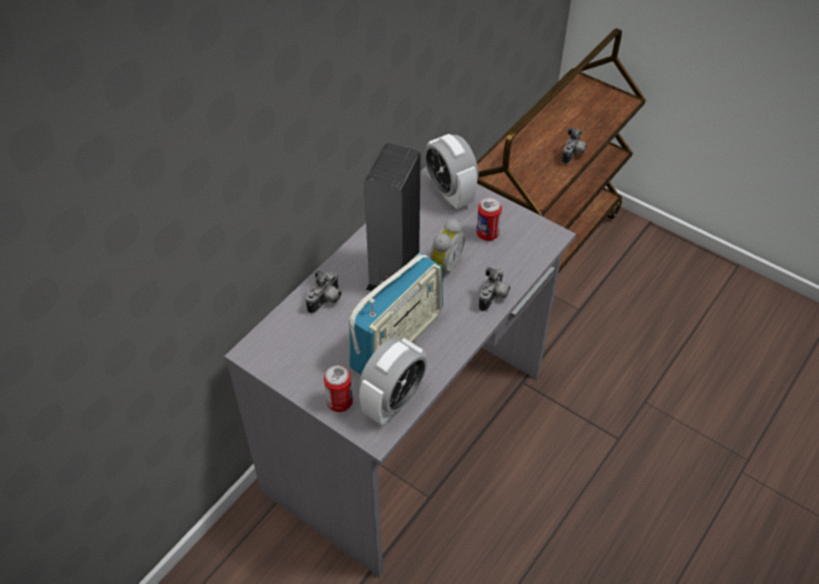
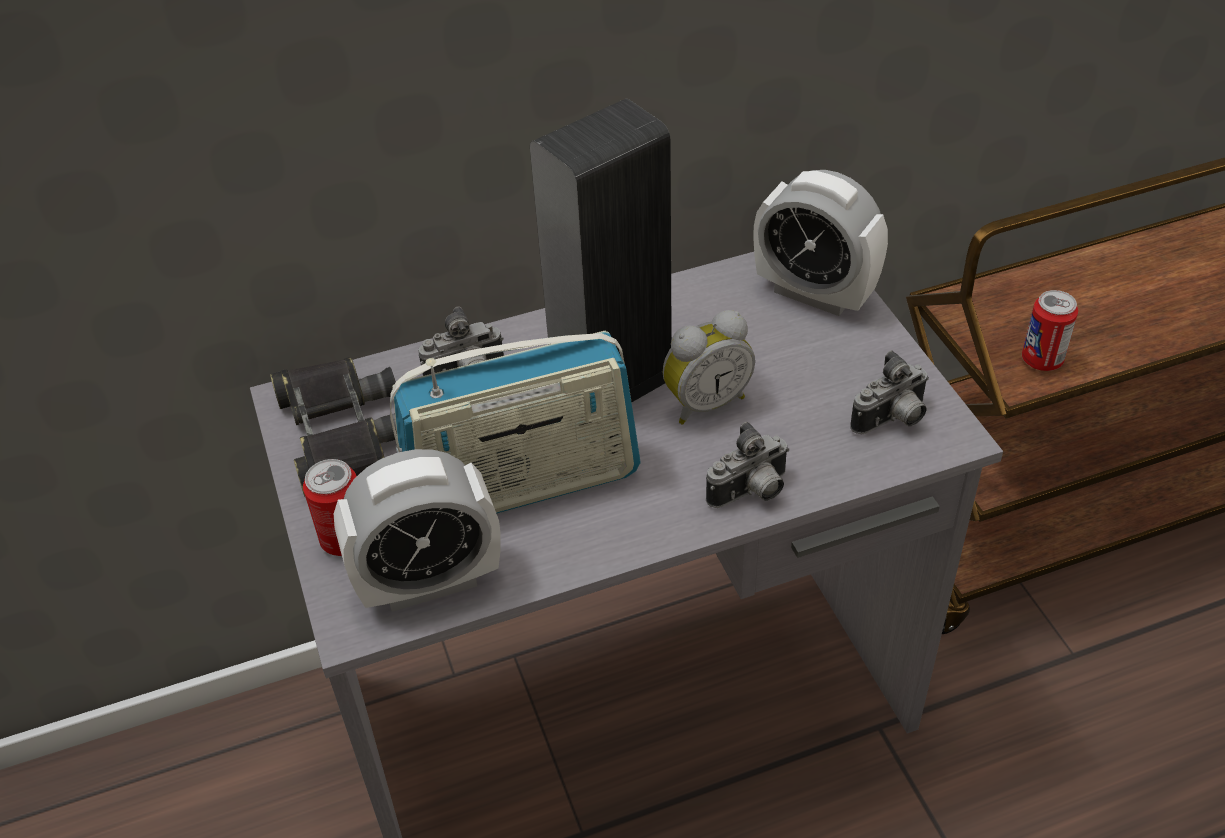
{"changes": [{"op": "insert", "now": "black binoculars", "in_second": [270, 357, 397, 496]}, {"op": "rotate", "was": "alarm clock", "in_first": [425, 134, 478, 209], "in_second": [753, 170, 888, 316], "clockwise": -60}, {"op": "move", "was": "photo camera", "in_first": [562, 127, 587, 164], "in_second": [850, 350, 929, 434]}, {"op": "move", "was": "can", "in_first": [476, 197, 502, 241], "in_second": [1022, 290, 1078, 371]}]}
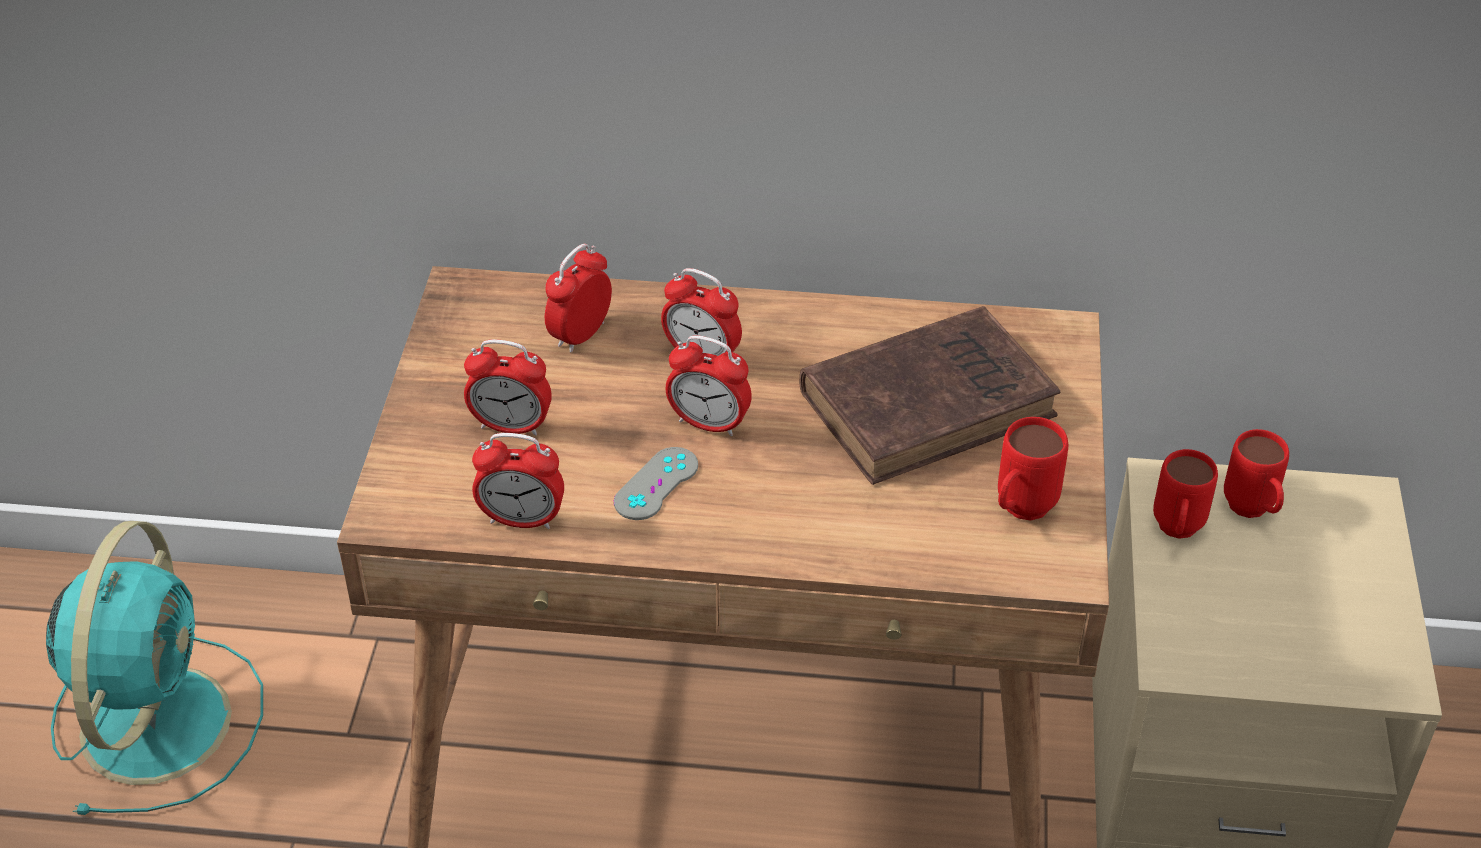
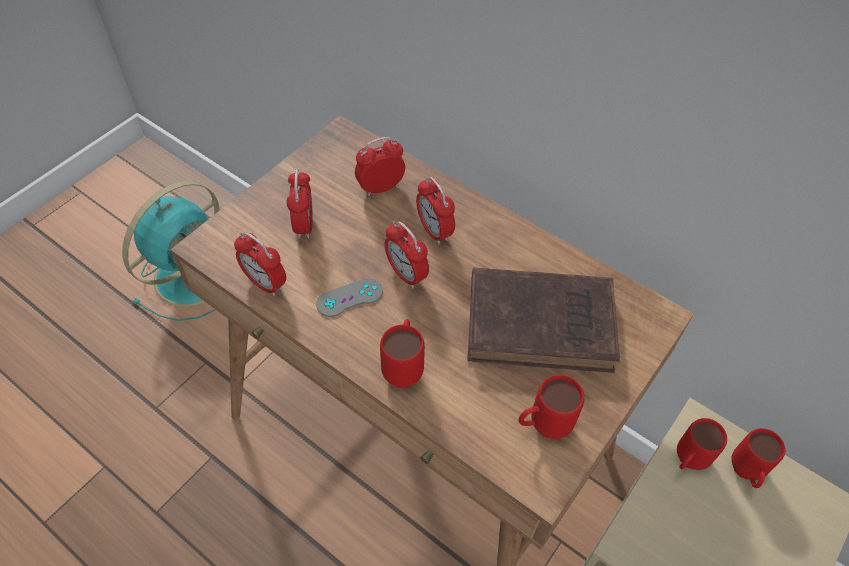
{"changes": [{"op": "rotate", "was": "alarm clock", "in_first": [464, 339, 552, 436], "in_second": [286, 169, 313, 239], "clockwise": -135}, {"op": "insert", "now": "red mug", "in_second": [380, 319, 425, 388]}]}
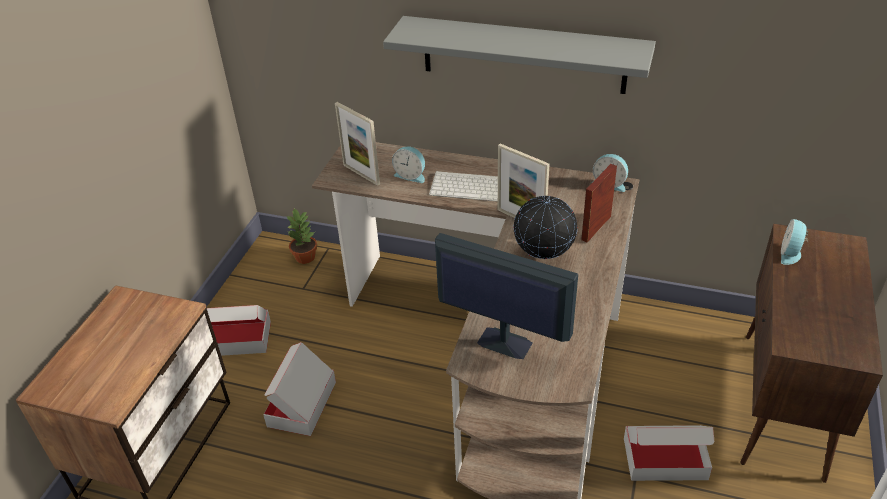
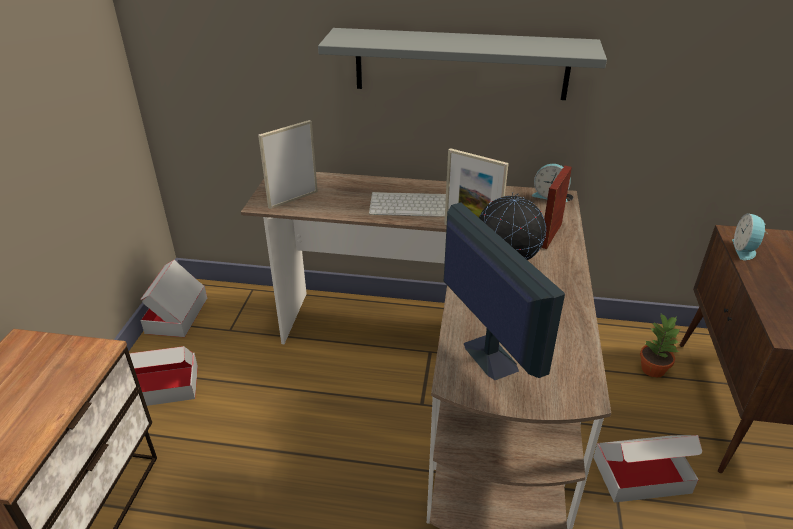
{"changes": [{"op": "move", "was": "cardboard box", "in_first": [264, 342, 336, 436], "in_second": [140, 260, 207, 337]}, {"op": "rotate", "was": "picture frame", "in_first": [335, 102, 380, 186], "in_second": [258, 120, 318, 209], "clockwise": 105}, {"op": "rotate", "was": "monitor", "in_first": [435, 233, 578, 359], "in_second": [444, 203, 565, 380], "clockwise": 45}, {"op": "move", "was": "potted plant", "in_first": [287, 208, 317, 264], "in_second": [640, 314, 680, 378]}, {"op": "delete", "was": "alarm clock", "in_first": [392, 146, 425, 183]}]}
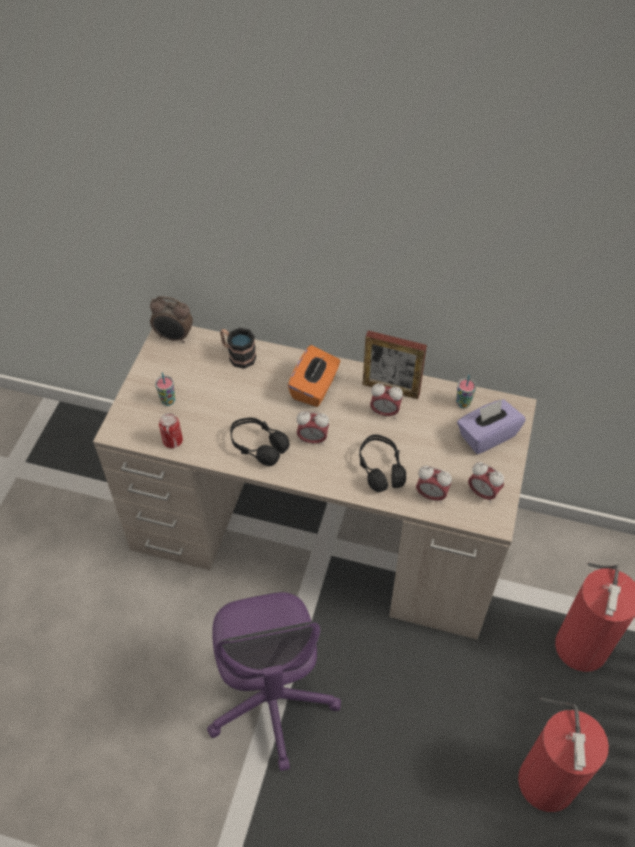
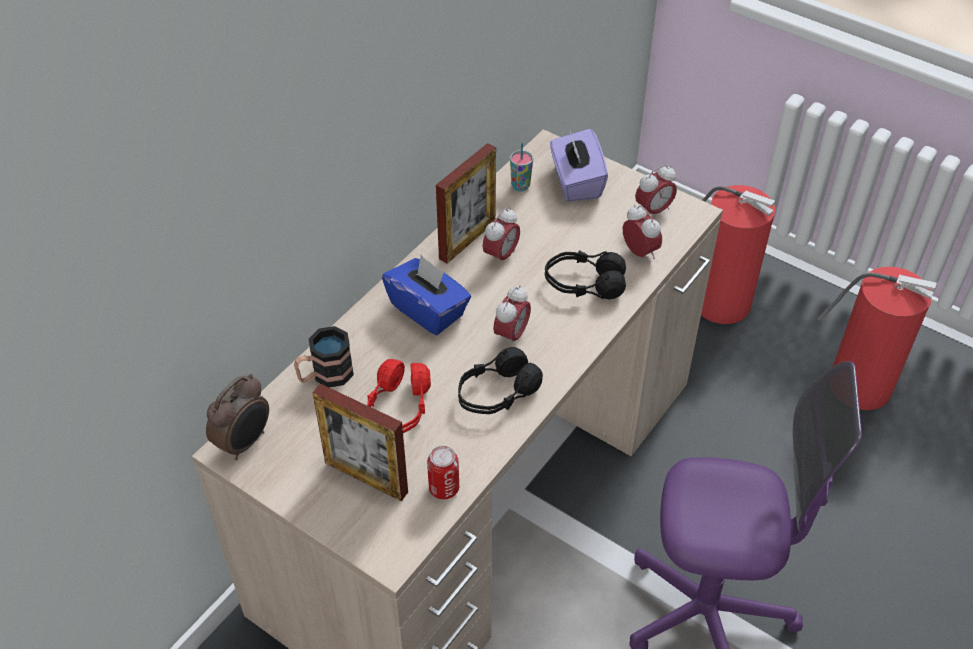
{"changes": [{"op": "replace", "was": "cup", "now": "picture frame", "in_first": [155, 372, 175, 406], "in_second": [312, 384, 408, 502]}, {"op": "insert", "now": "red headphones", "in_second": [367, 359, 431, 433]}, {"op": "recolor", "was": "orange tissue box", "now": "blue tissue box", "in_first": [288, 345, 340, 407], "in_second": [382, 255, 471, 335]}, {"op": "rotate", "was": "alarm clock", "in_first": [416, 466, 452, 504], "in_second": [623, 205, 662, 259], "clockwise": -75}]}
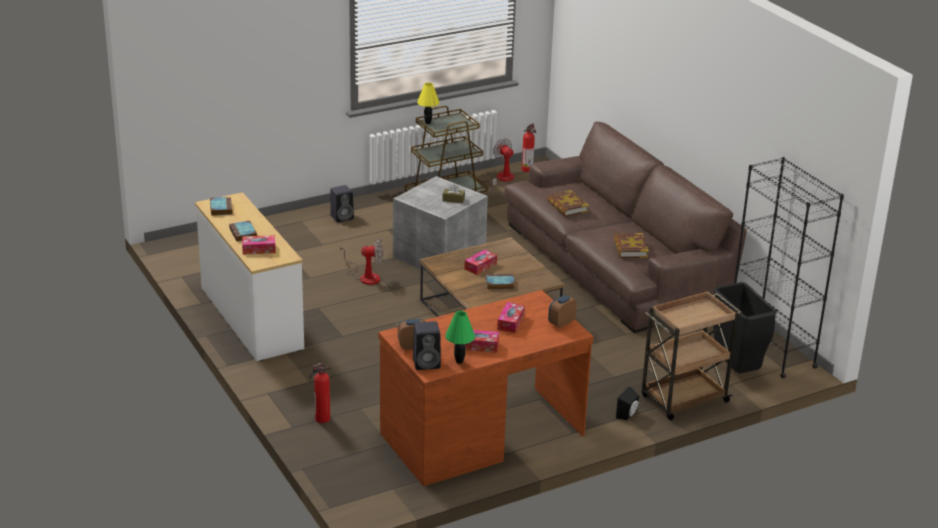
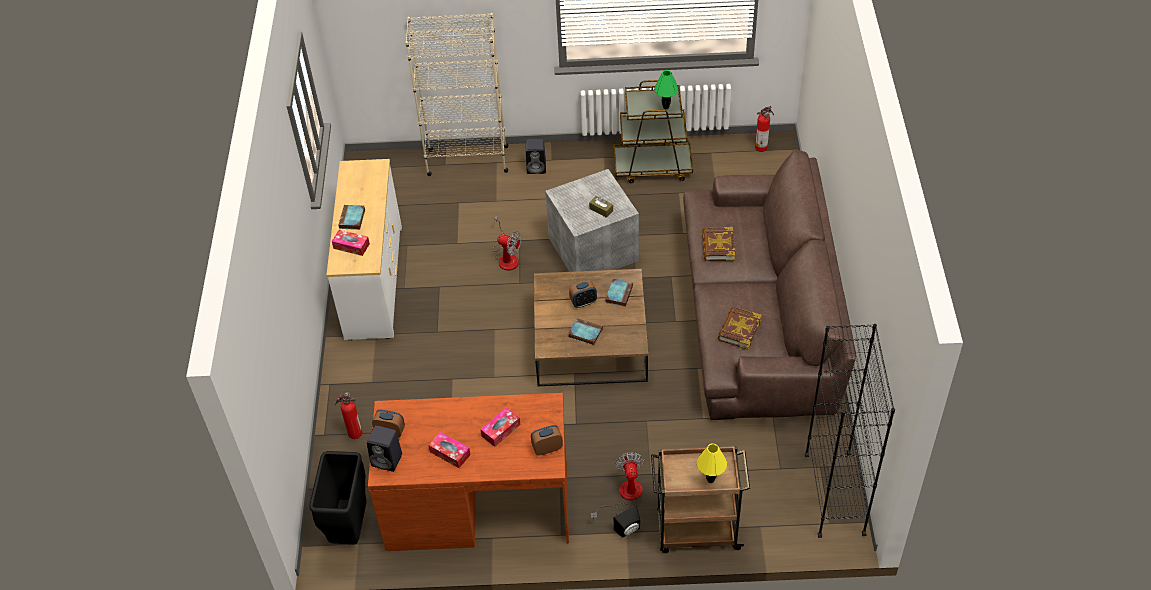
{"changes": [{"op": "move", "was": "black trash can", "in_first": [713, 282, 777, 373], "in_second": [309, 451, 367, 544]}, {"op": "insert", "now": "beige bookcase", "in_second": [405, 13, 508, 176]}, {"op": "replace", "was": "tissue box", "now": "alarm clock", "in_first": [465, 250, 497, 275], "in_second": [569, 280, 597, 308]}, {"op": "move", "was": "fan", "in_first": [490, 138, 514, 192], "in_second": [591, 452, 644, 519]}, {"op": "move", "was": "book", "in_first": [210, 197, 232, 216], "in_second": [605, 279, 633, 307]}, {"op": "move", "was": "green table lamp", "in_first": [445, 311, 475, 364], "in_second": [654, 70, 678, 109]}, {"op": "move", "was": "yellow table lamp", "in_first": [417, 83, 439, 124], "in_second": [697, 443, 727, 483]}]}
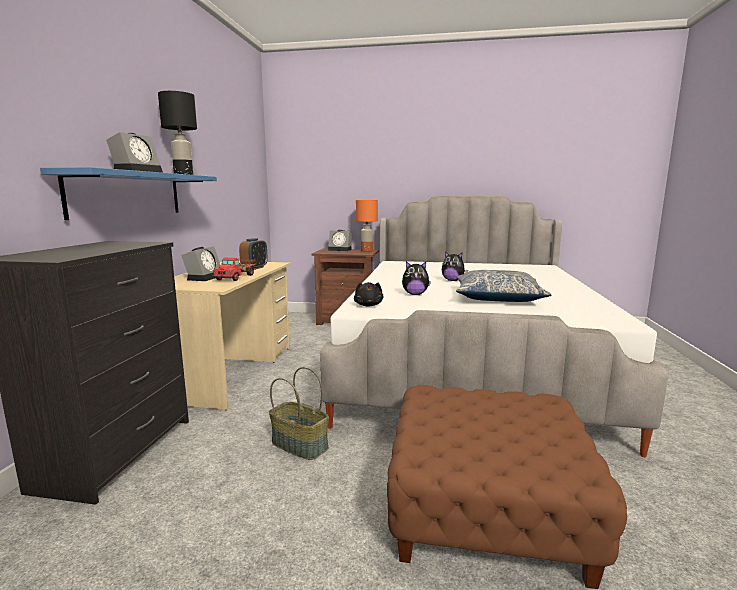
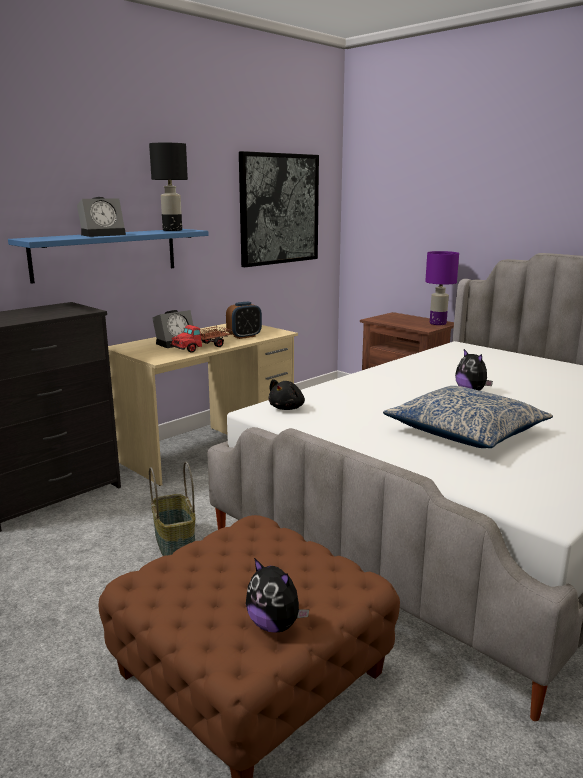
{"changes": [{"op": "insert", "now": "picture", "in_second": [239, 151, 319, 267]}, {"op": "move", "was": "plush toy", "in_first": [402, 261, 431, 295], "in_second": [246, 558, 309, 633]}, {"op": "recolor", "was": "orange table lamp", "now": "purple table lamp", "in_first": [356, 200, 378, 252], "in_second": [425, 251, 459, 325]}, {"op": "delete", "was": "alarm clock", "in_first": [328, 230, 352, 251]}]}
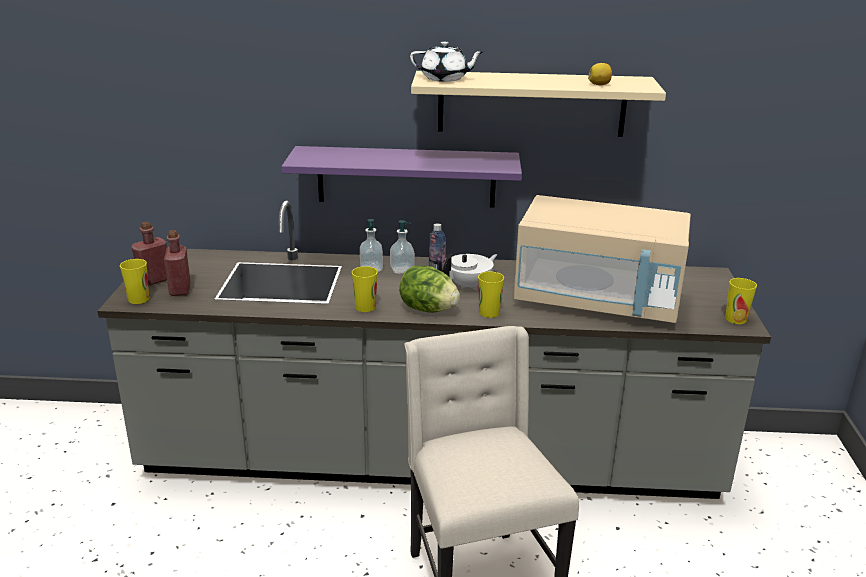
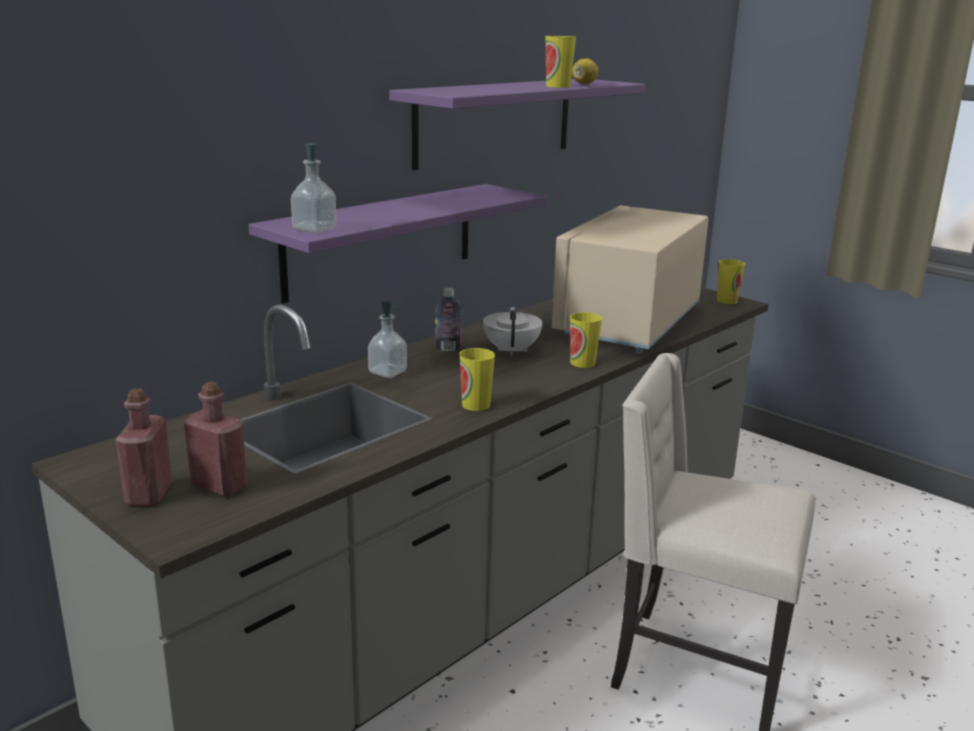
{"changes": [{"op": "move", "was": "soap dispenser", "in_first": [390, 220, 415, 274], "in_second": [291, 143, 337, 233]}, {"op": "recolor", "was": "beige shelf", "now": "purple shelf", "in_first": [411, 71, 666, 137], "in_second": [389, 79, 645, 170]}, {"op": "move", "was": "cup", "in_first": [120, 259, 149, 304], "in_second": [545, 36, 576, 88]}, {"op": "rotate", "was": "beige microwave", "in_first": [514, 195, 691, 323], "in_second": [552, 205, 709, 354], "clockwise": 150}, {"op": "delete", "was": "lettuce", "in_first": [399, 265, 460, 313]}, {"op": "delete", "was": "white teapot", "in_first": [410, 41, 485, 82]}]}
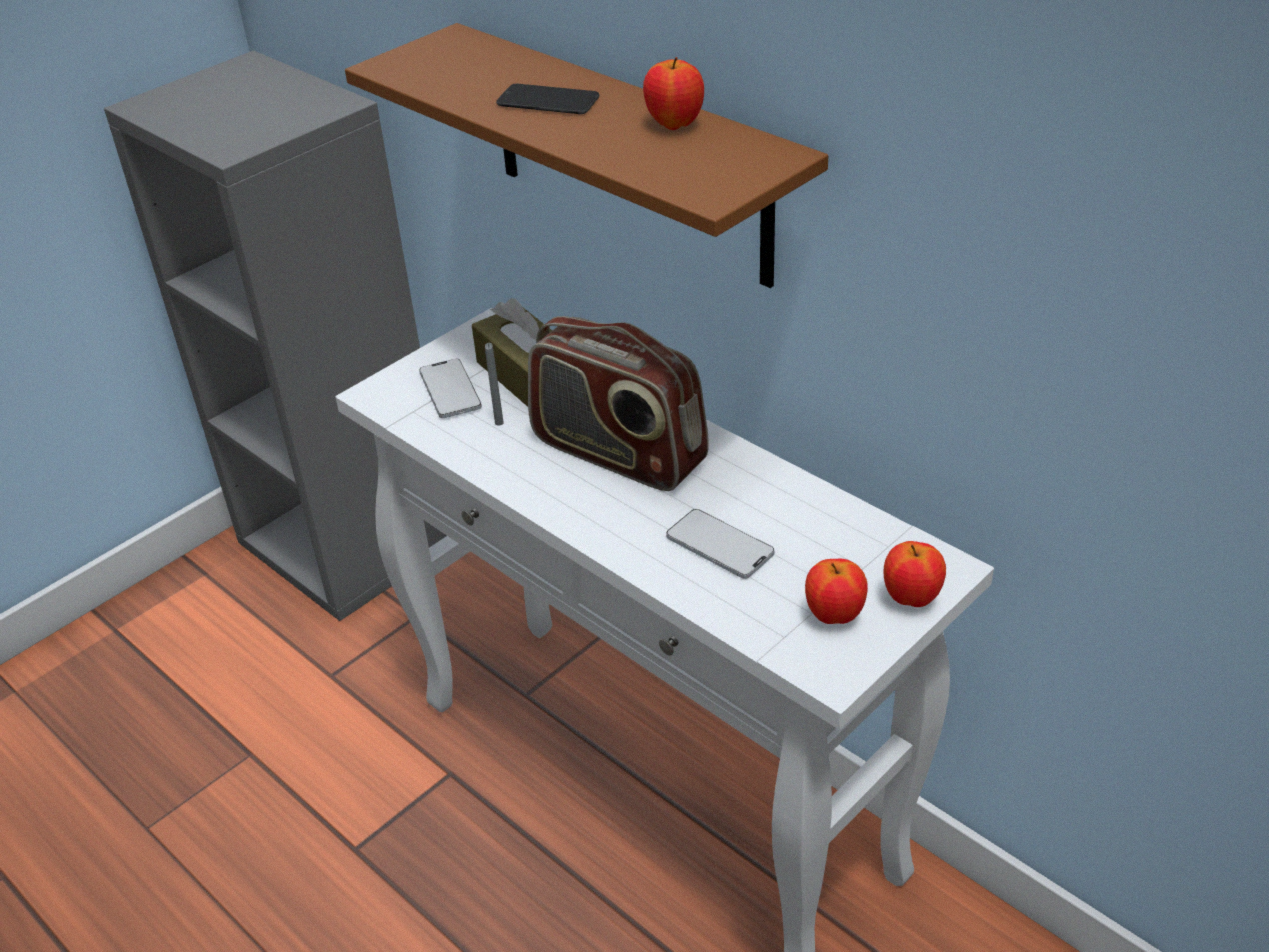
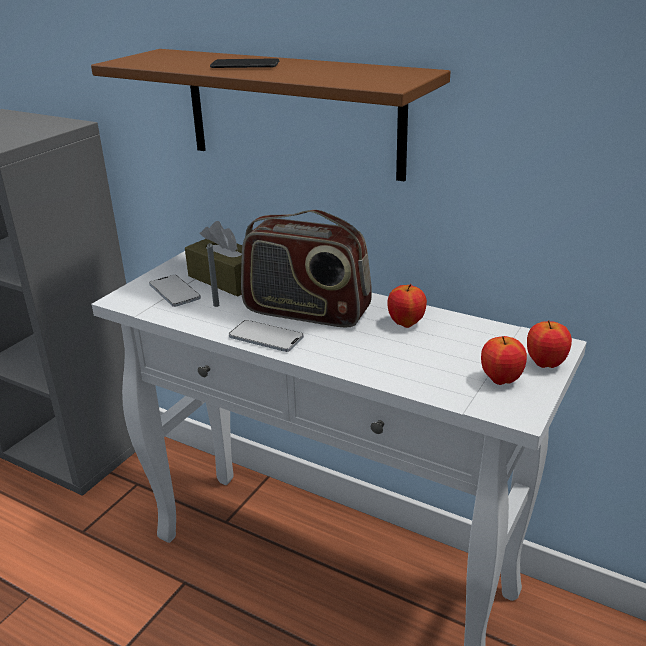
{"changes": [{"op": "move", "was": "phone", "in_first": [666, 509, 775, 579], "in_second": [229, 320, 304, 352]}, {"op": "move", "was": "apple", "in_first": [643, 57, 704, 130], "in_second": [387, 284, 427, 328]}]}
